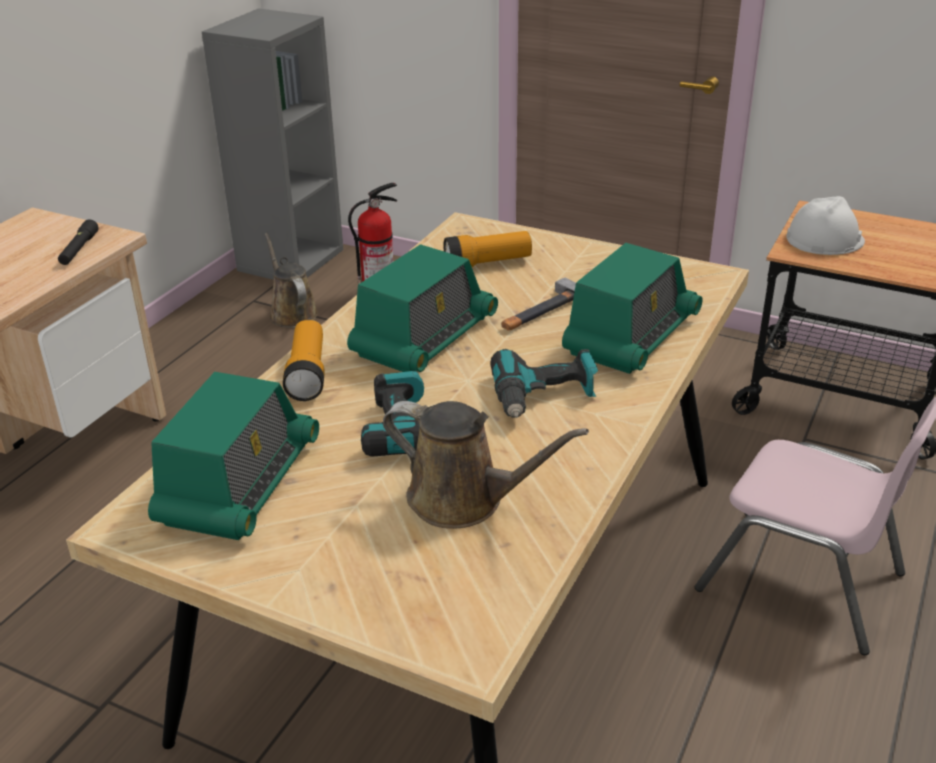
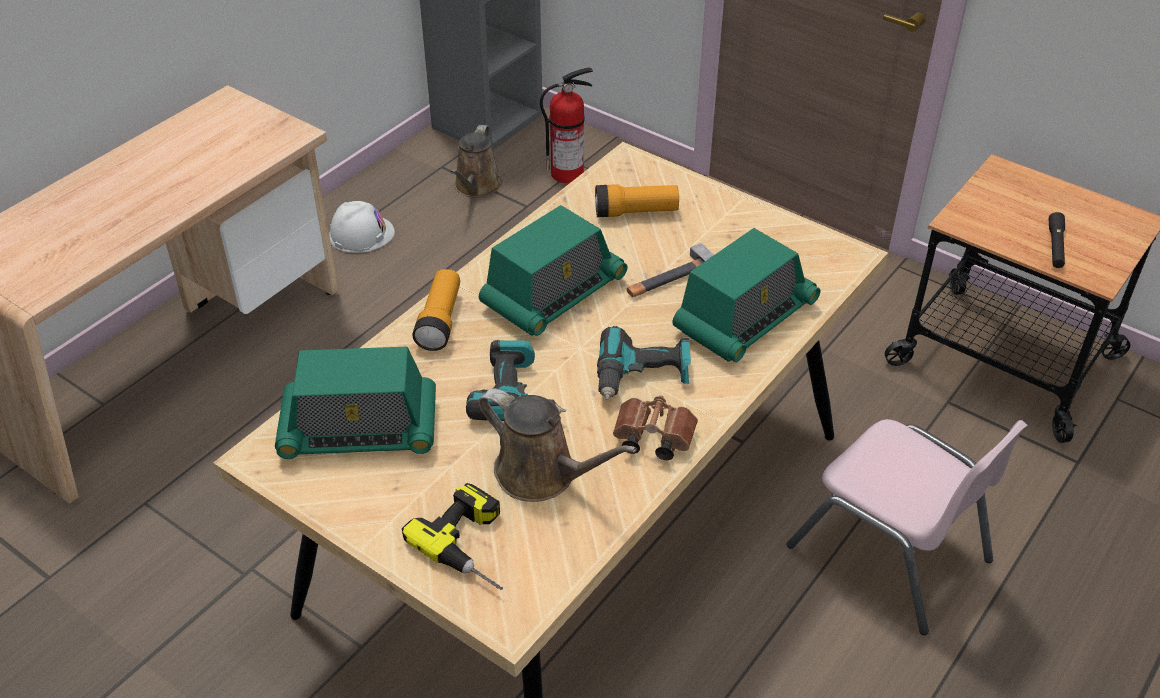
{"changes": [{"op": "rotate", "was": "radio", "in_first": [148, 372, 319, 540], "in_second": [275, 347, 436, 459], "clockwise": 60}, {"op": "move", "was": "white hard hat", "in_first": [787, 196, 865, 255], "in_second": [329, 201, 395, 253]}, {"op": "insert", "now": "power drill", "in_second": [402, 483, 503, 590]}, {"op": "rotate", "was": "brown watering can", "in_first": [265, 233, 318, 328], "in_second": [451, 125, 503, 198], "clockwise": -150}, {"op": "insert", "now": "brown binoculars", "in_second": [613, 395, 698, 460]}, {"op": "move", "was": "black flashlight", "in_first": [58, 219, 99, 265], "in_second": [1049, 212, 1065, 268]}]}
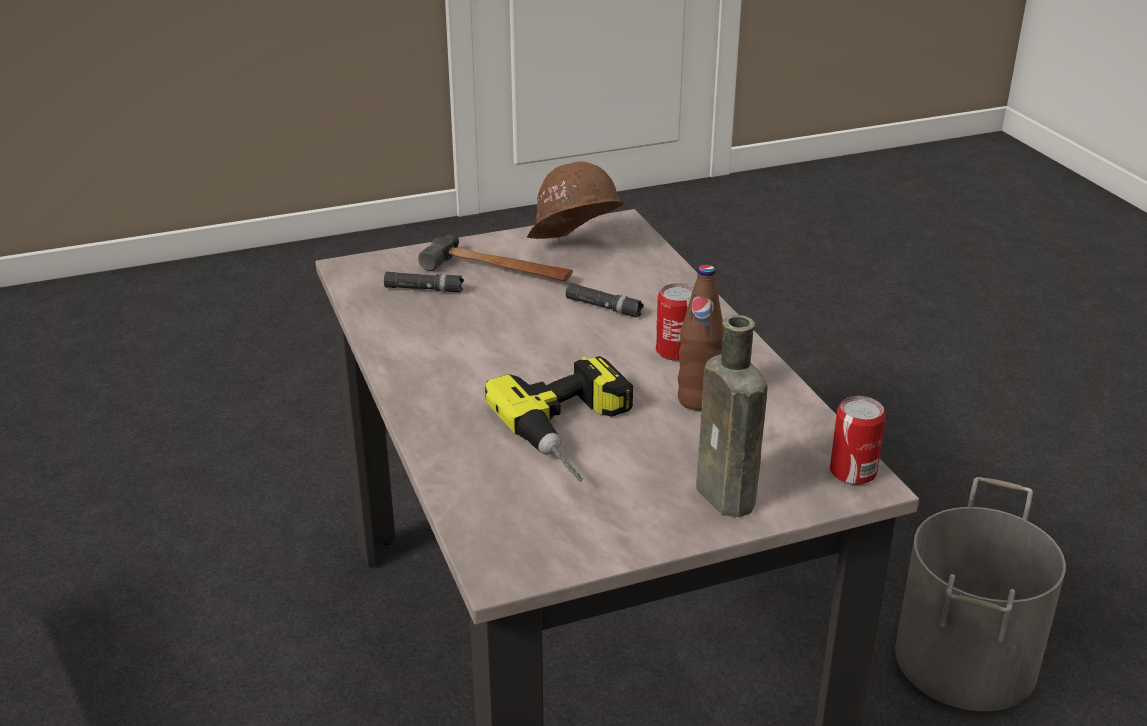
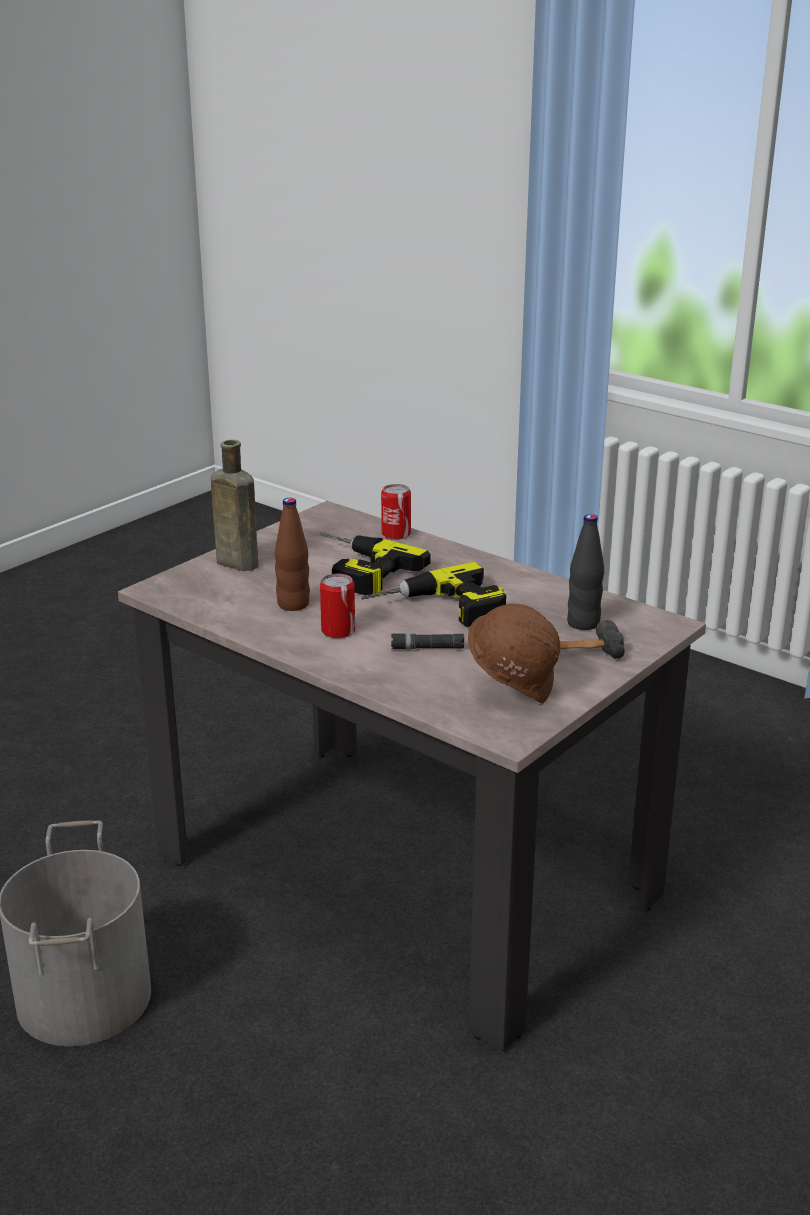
{"changes": [{"op": "insert", "now": "power drill", "in_second": [361, 562, 506, 627]}, {"op": "move", "was": "can", "in_first": [830, 396, 886, 485], "in_second": [381, 484, 411, 540]}, {"op": "replace", "was": "black flashlight", "now": "black bottle", "in_first": [384, 272, 464, 292], "in_second": [567, 514, 604, 630]}]}
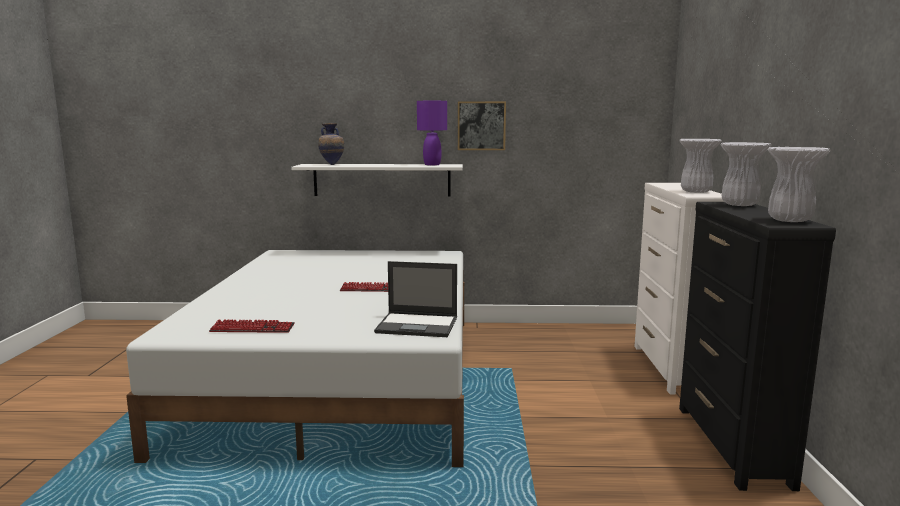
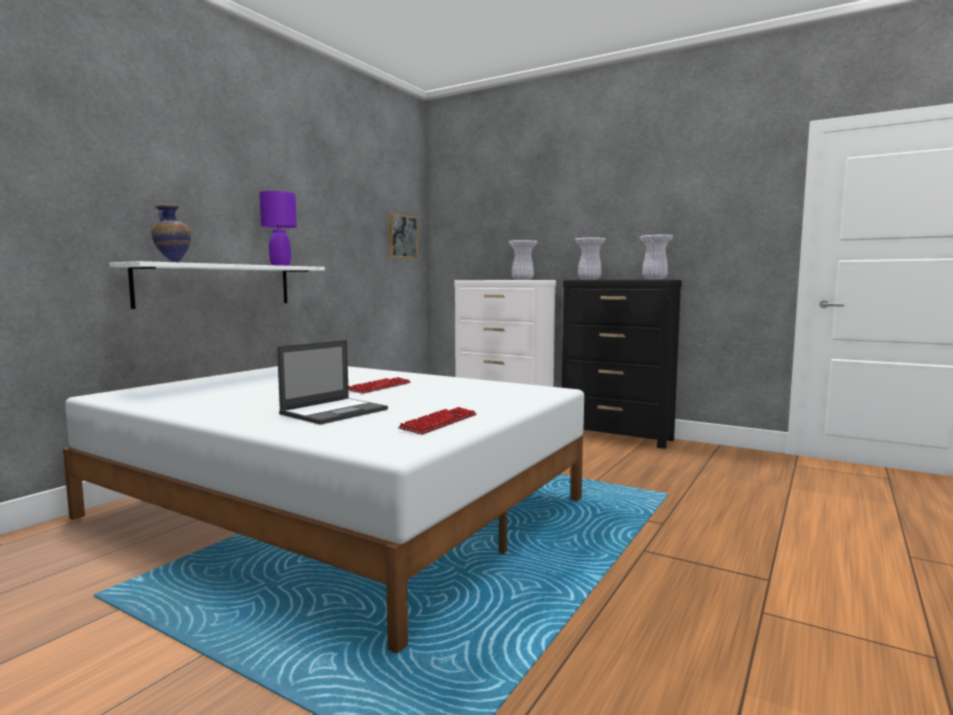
{"changes": [{"op": "move", "was": "laptop", "in_first": [374, 261, 457, 337], "in_second": [277, 340, 388, 425]}, {"op": "move", "was": "picture", "in_first": [458, 101, 506, 150], "in_second": [389, 213, 418, 259]}]}
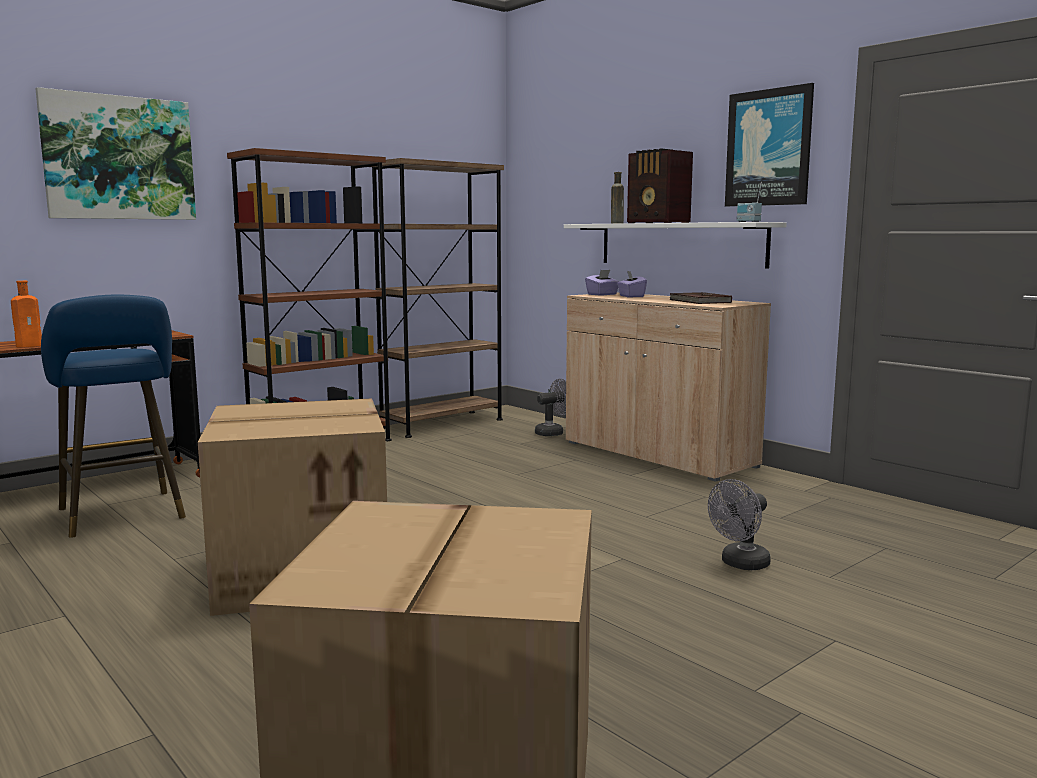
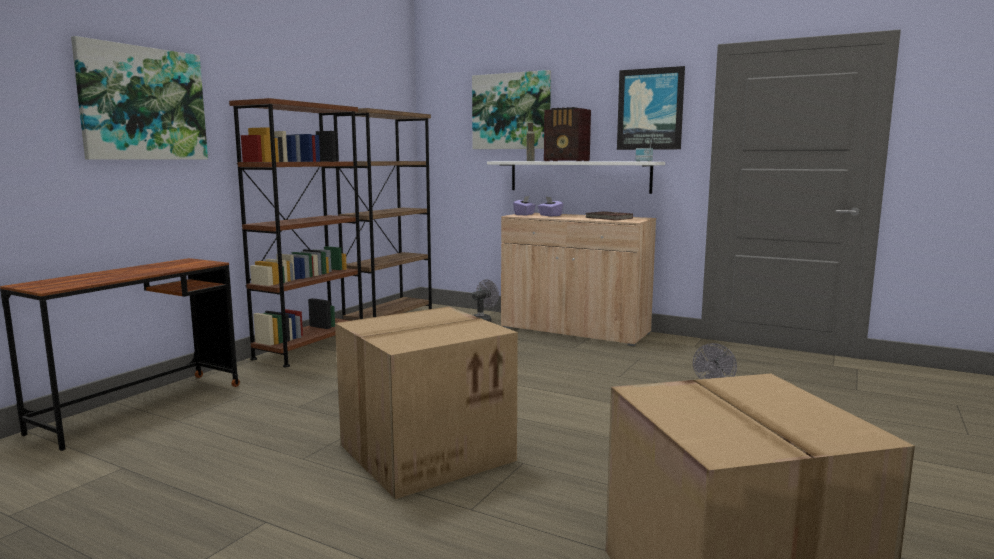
{"changes": [{"op": "insert", "now": "picture", "in_second": [472, 70, 551, 149]}, {"op": "delete", "was": "orange bottle", "in_first": [11, 281, 42, 348]}, {"op": "delete", "was": "blue stool", "in_first": [41, 295, 186, 538]}]}
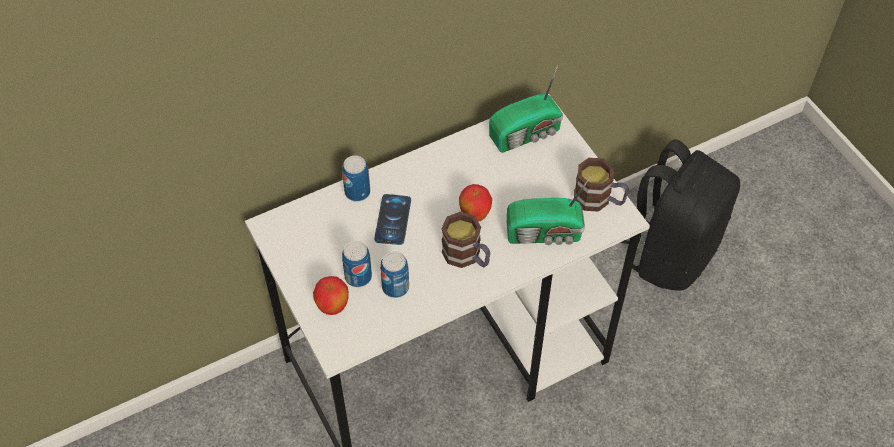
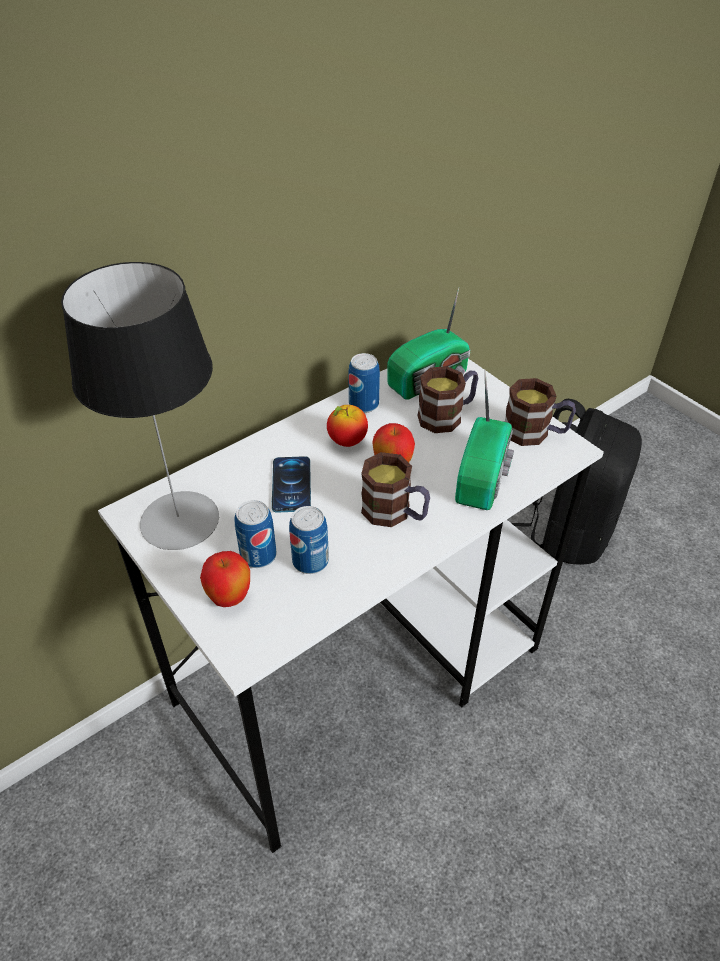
{"changes": [{"op": "insert", "now": "table lamp", "in_second": [61, 262, 219, 550]}, {"op": "insert", "now": "apple", "in_second": [327, 405, 368, 447]}, {"op": "move", "was": "can", "in_first": [342, 156, 370, 202], "in_second": [348, 353, 380, 413]}, {"op": "insert", "now": "mug", "in_second": [417, 366, 478, 433]}, {"op": "rotate", "was": "radio", "in_first": [507, 176, 591, 245], "in_second": [455, 370, 514, 510], "clockwise": -60}]}
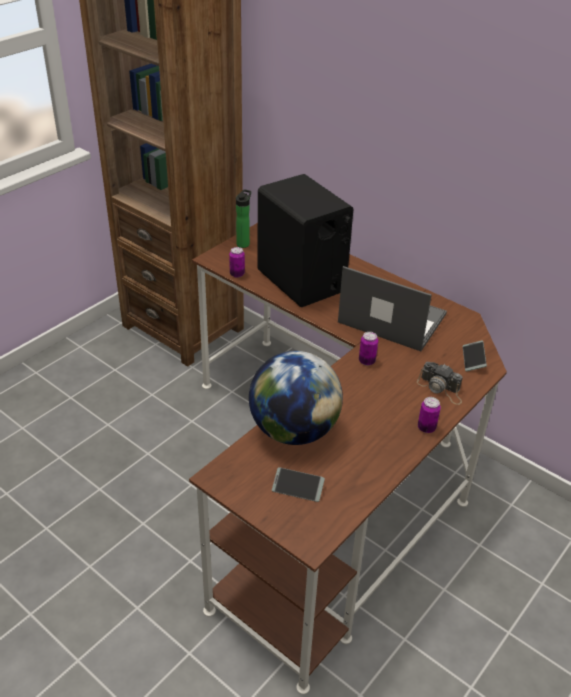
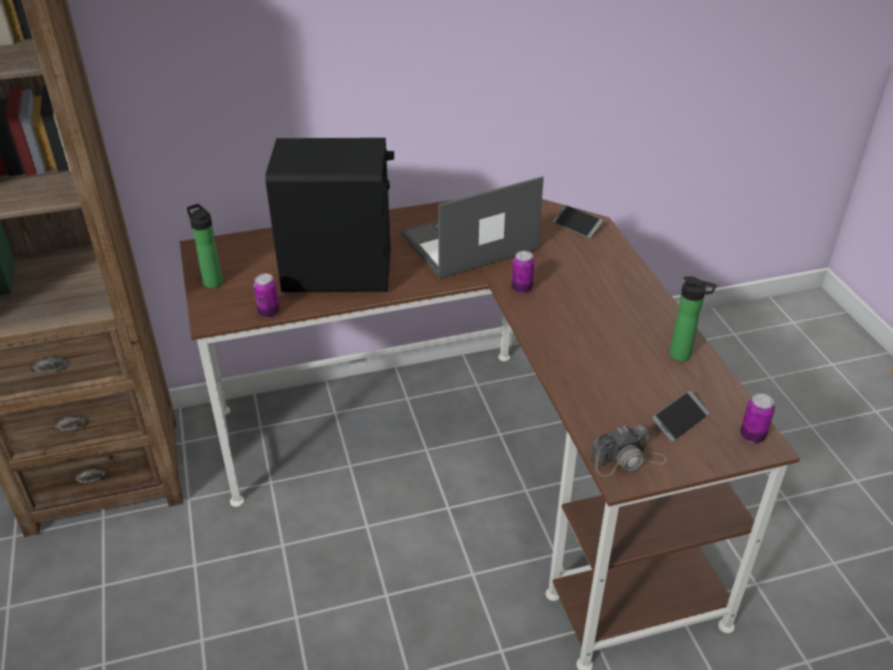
{"changes": [{"op": "move", "was": "photo camera", "in_first": [417, 362, 463, 405], "in_second": [590, 425, 667, 477]}, {"op": "insert", "now": "bottle", "in_second": [669, 276, 716, 361]}, {"op": "move", "was": "can", "in_first": [418, 397, 441, 433], "in_second": [740, 394, 775, 443]}, {"op": "delete", "was": "globe", "in_first": [249, 351, 343, 445]}]}
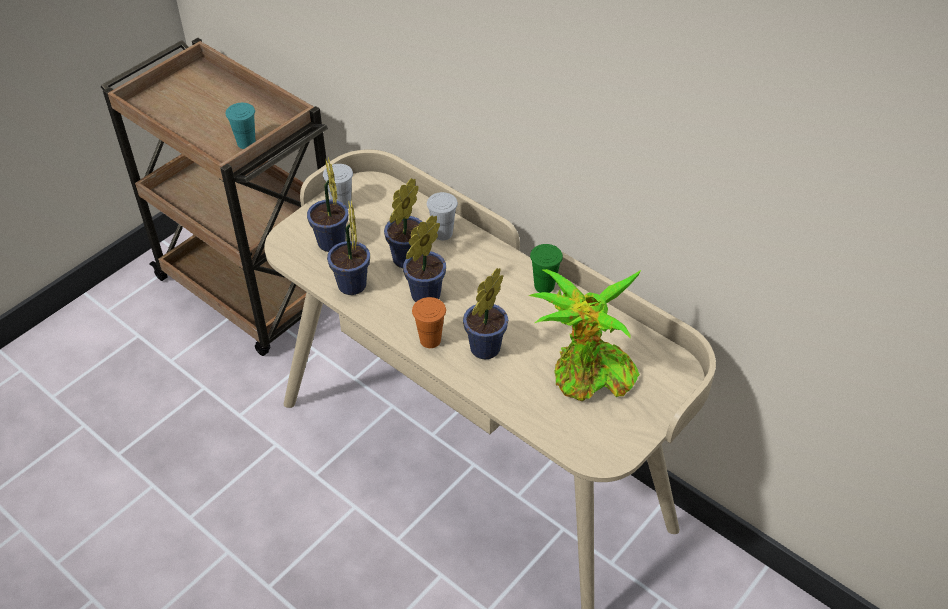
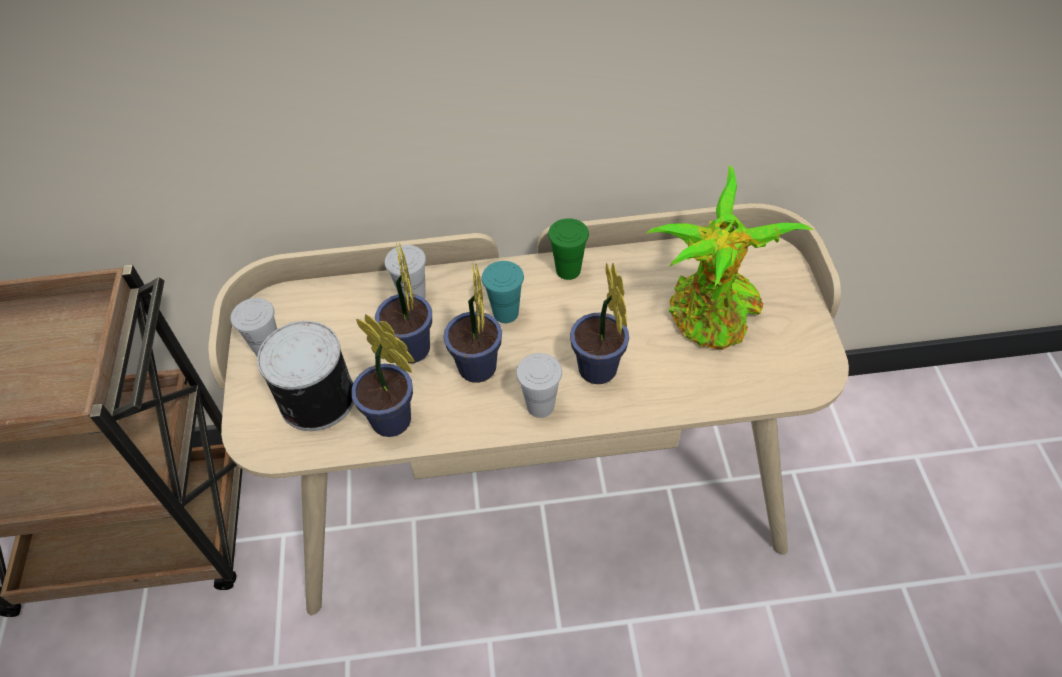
{"changes": [{"op": "replace", "was": "potted plant", "now": "can", "in_first": [307, 157, 348, 252], "in_second": [257, 321, 354, 431]}, {"op": "move", "was": "turquoise cup", "in_first": [226, 103, 256, 149], "in_second": [482, 261, 524, 323]}, {"op": "recolor", "was": "orange cup", "now": "white cup", "in_first": [412, 297, 446, 348], "in_second": [516, 353, 562, 418]}]}
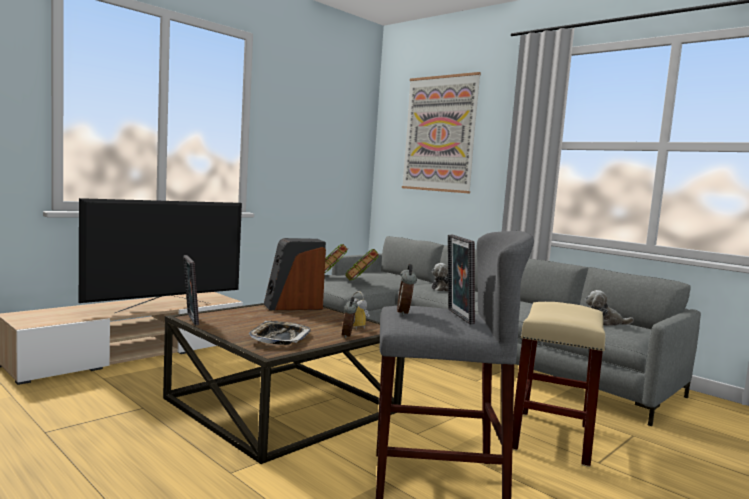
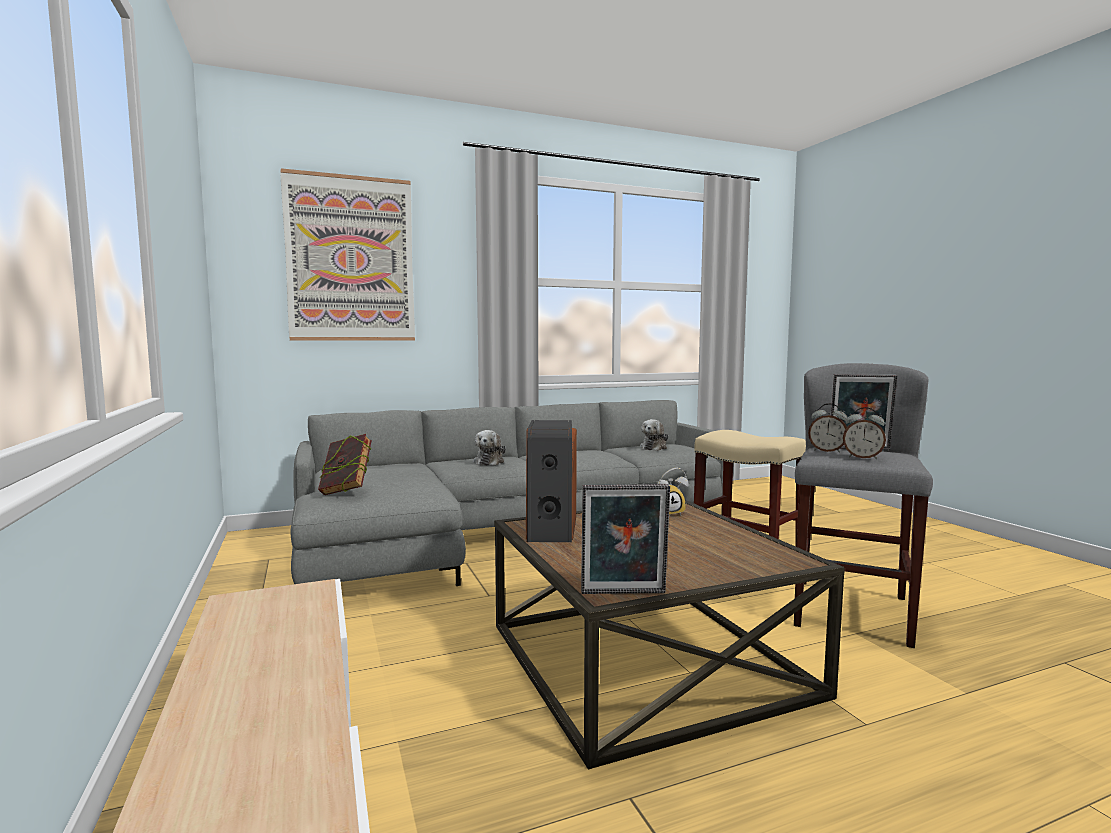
{"changes": [{"op": "move", "was": "alarm clock", "in_first": [342, 297, 358, 338], "in_second": [808, 404, 847, 453]}, {"op": "delete", "was": "television", "in_first": [79, 198, 242, 313]}, {"op": "delete", "was": "tray", "in_first": [249, 321, 311, 345]}, {"op": "delete", "was": "book", "in_first": [345, 249, 379, 280]}]}
